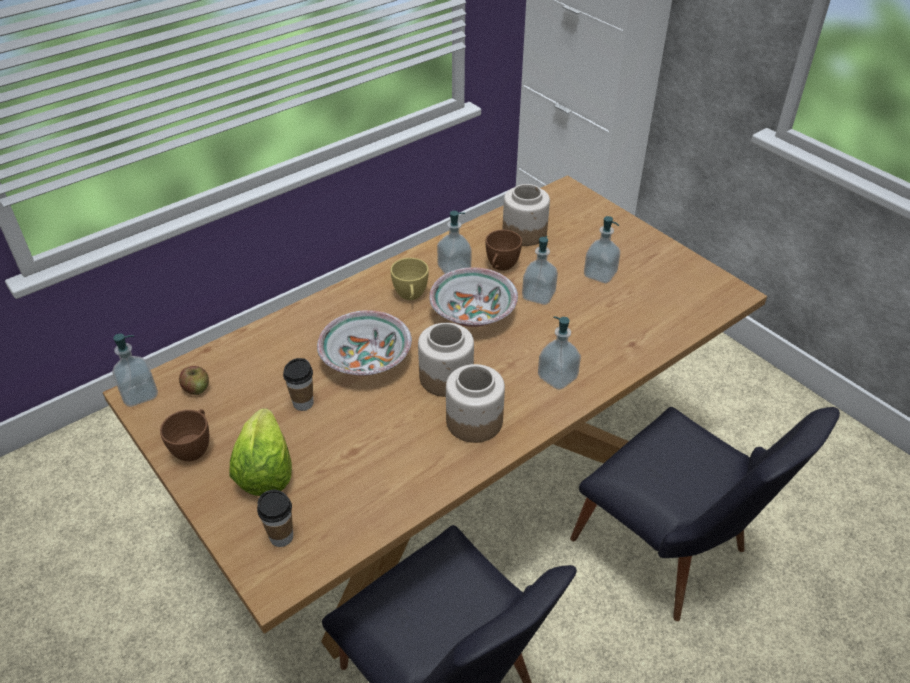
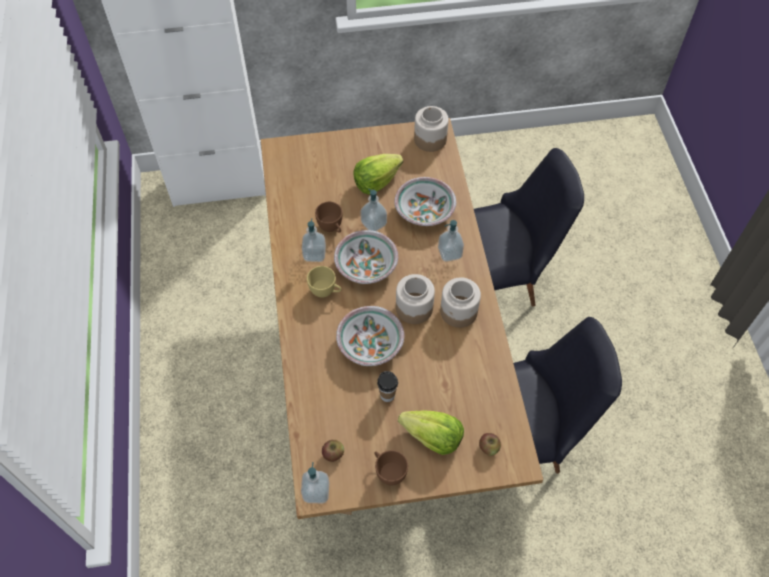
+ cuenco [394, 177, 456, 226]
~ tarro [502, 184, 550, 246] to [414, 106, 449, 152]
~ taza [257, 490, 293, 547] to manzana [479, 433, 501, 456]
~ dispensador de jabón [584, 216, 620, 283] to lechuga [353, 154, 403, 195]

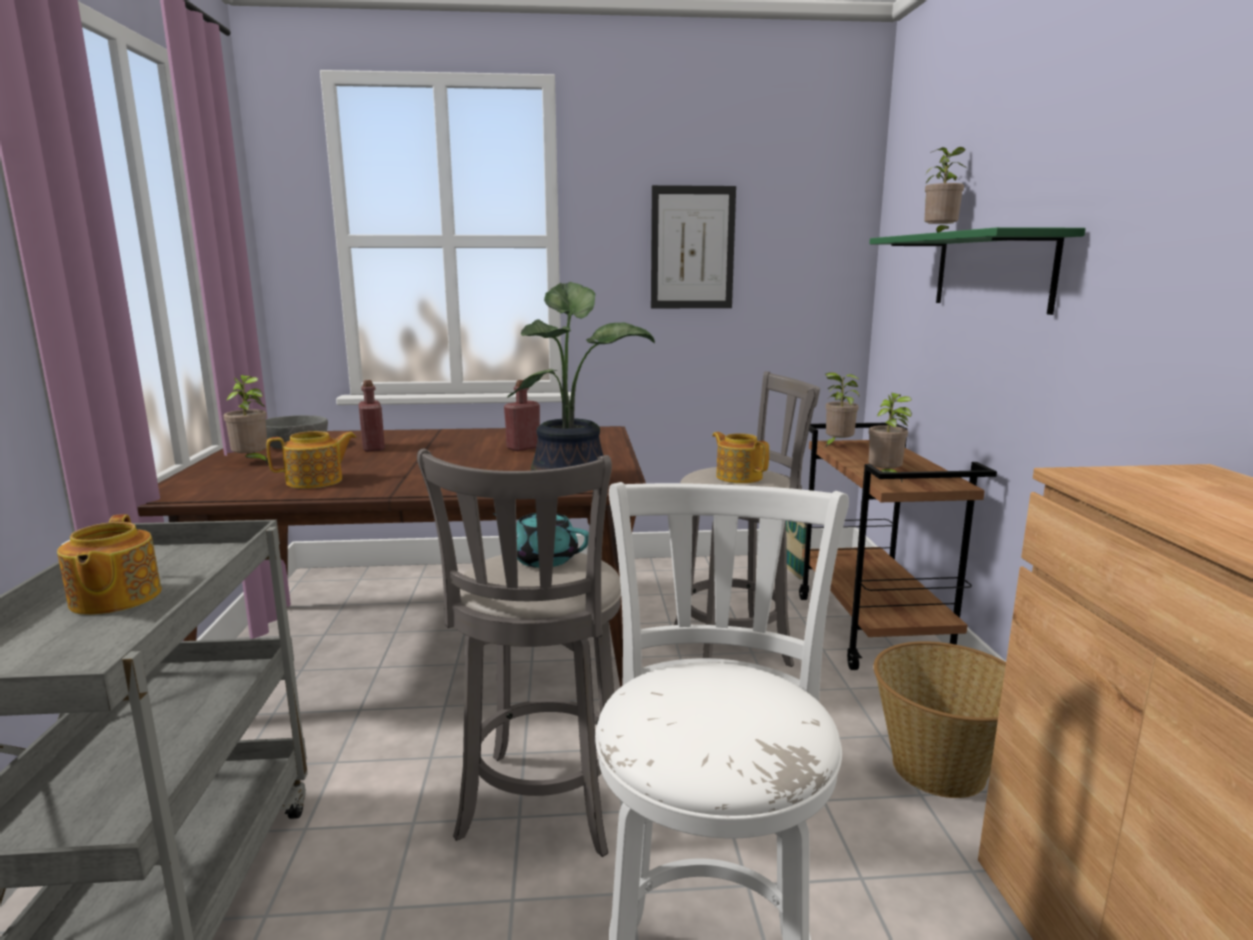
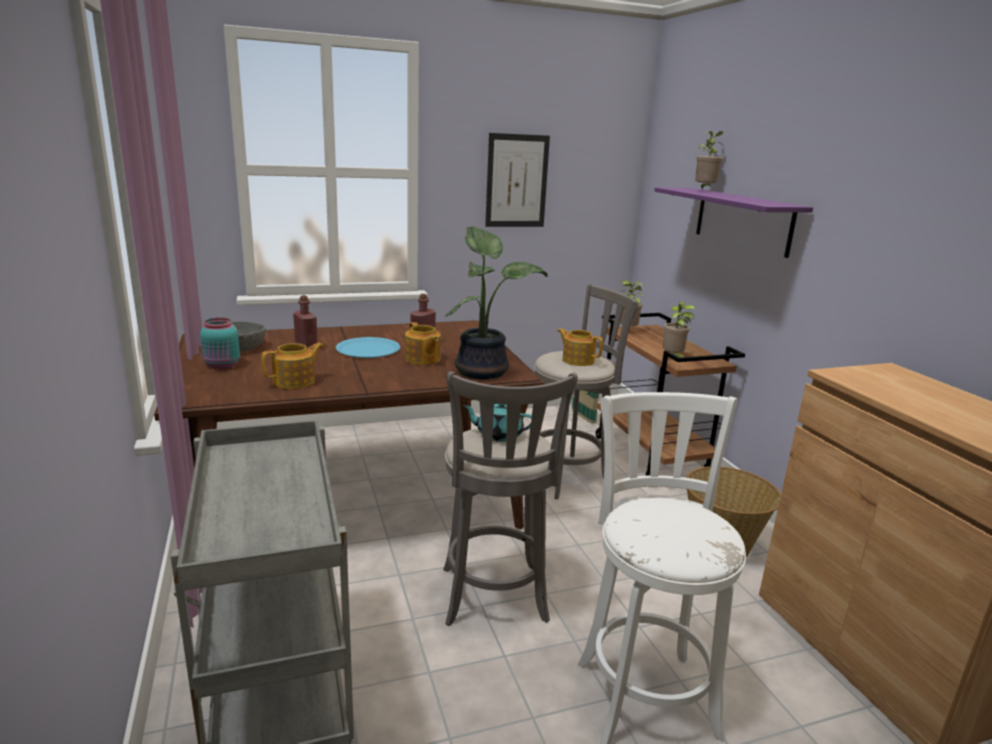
+ plato (azul) [336, 337, 400, 358]
~ tetera [57, 514, 162, 615] to [405, 322, 441, 365]
~ planta en maceta [224, 375, 268, 465] to tarro (turquesa) [200, 318, 240, 369]
~ estante (verde) [869, 227, 1086, 315] to estante (morado) [655, 187, 813, 258]

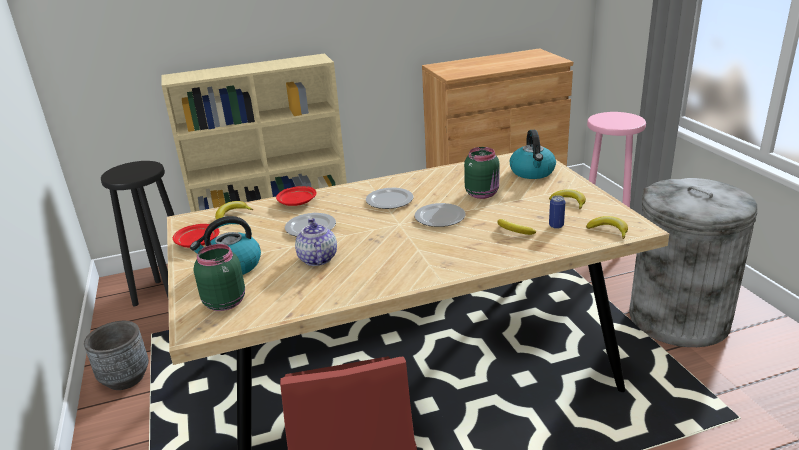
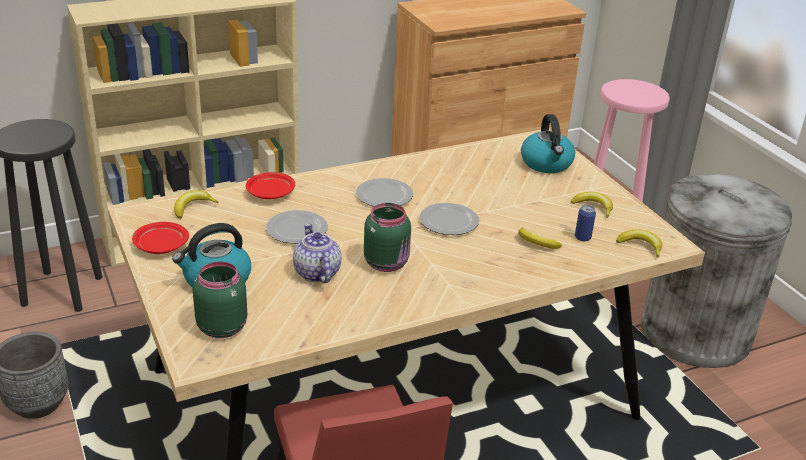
~ tarro (verde) [464, 147, 500, 199] to [364, 203, 411, 272]

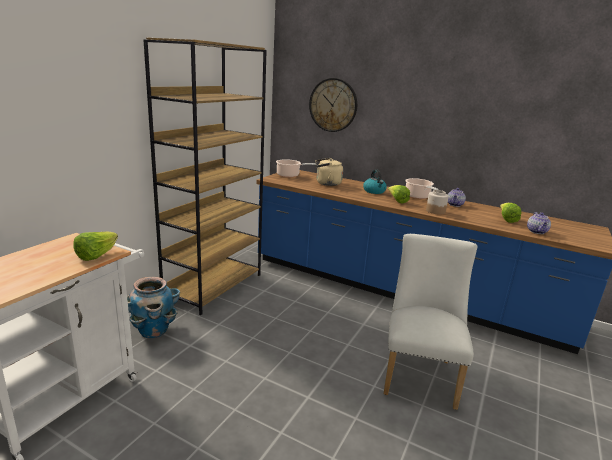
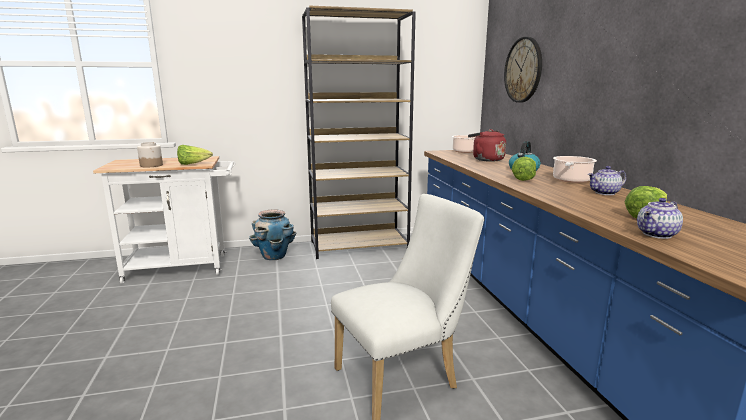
~ tarro [426, 190, 449, 215] to [137, 142, 163, 167]
~ hervidor (beis) [316, 158, 343, 186] to hervidor (rojo) [468, 129, 506, 162]

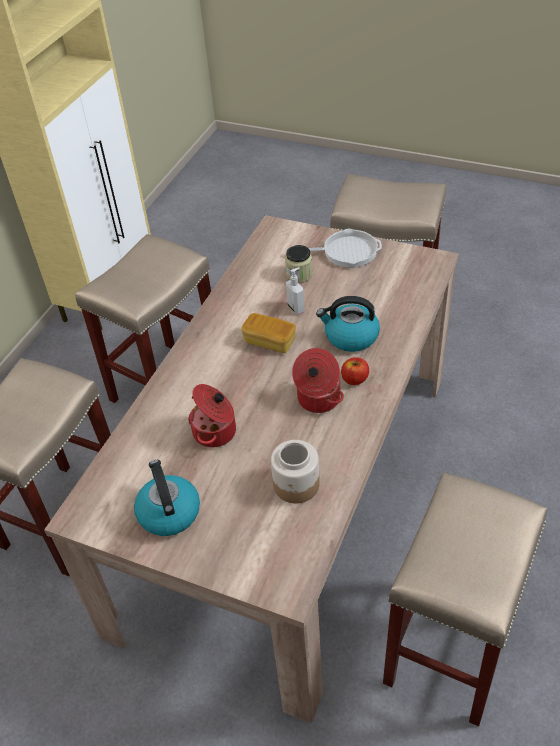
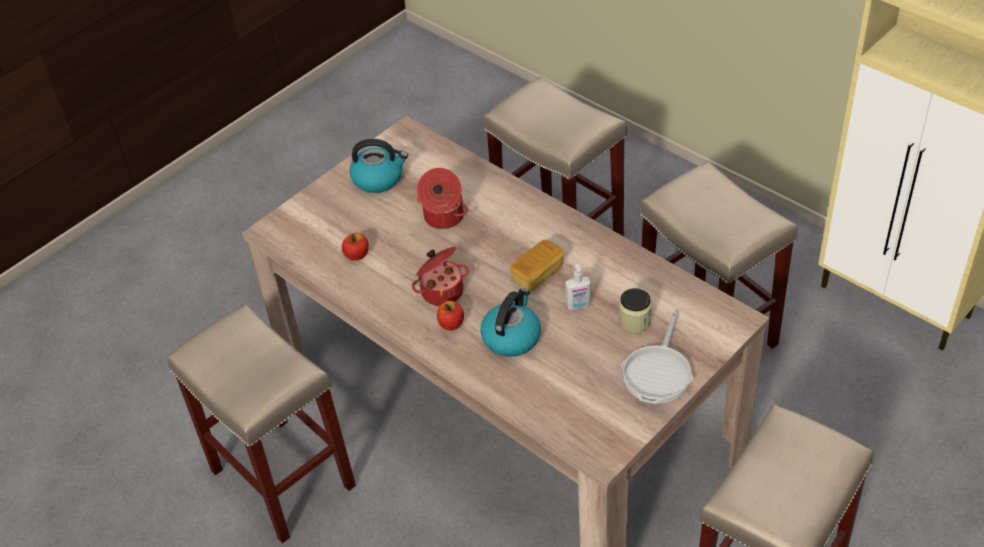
~ tarro [271, 440, 320, 503] to manzana [342, 233, 369, 261]

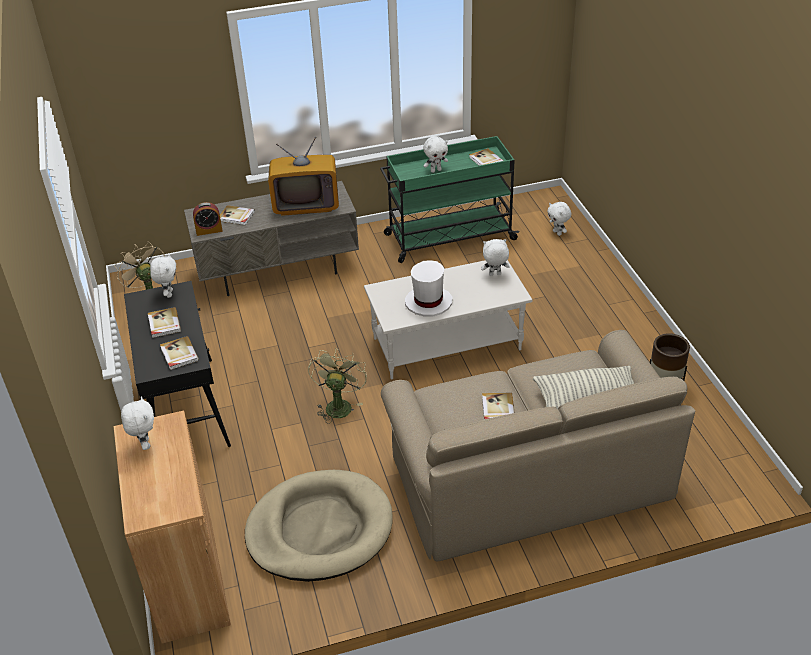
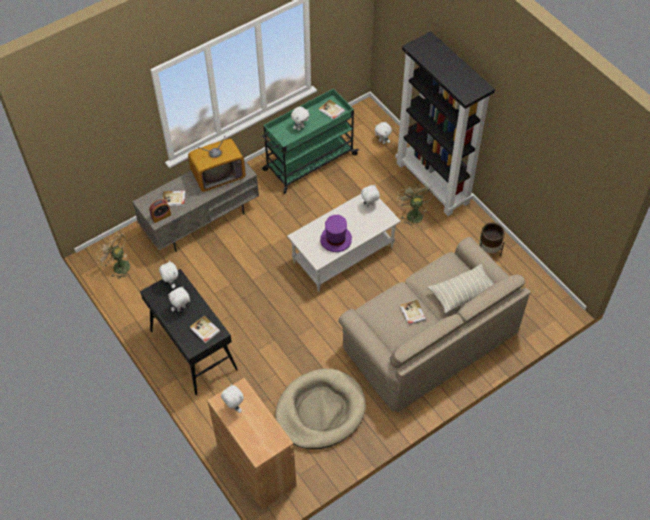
+ estantería (negro) [395, 31, 495, 216]
~ ventilador (verde) [308, 348, 367, 424] to [397, 183, 433, 228]
~ libro [148, 307, 181, 338] to peluche (blanco) [168, 286, 190, 311]
~ sombrero (blanco) [405, 260, 452, 316] to sombrero (morado) [320, 215, 352, 252]

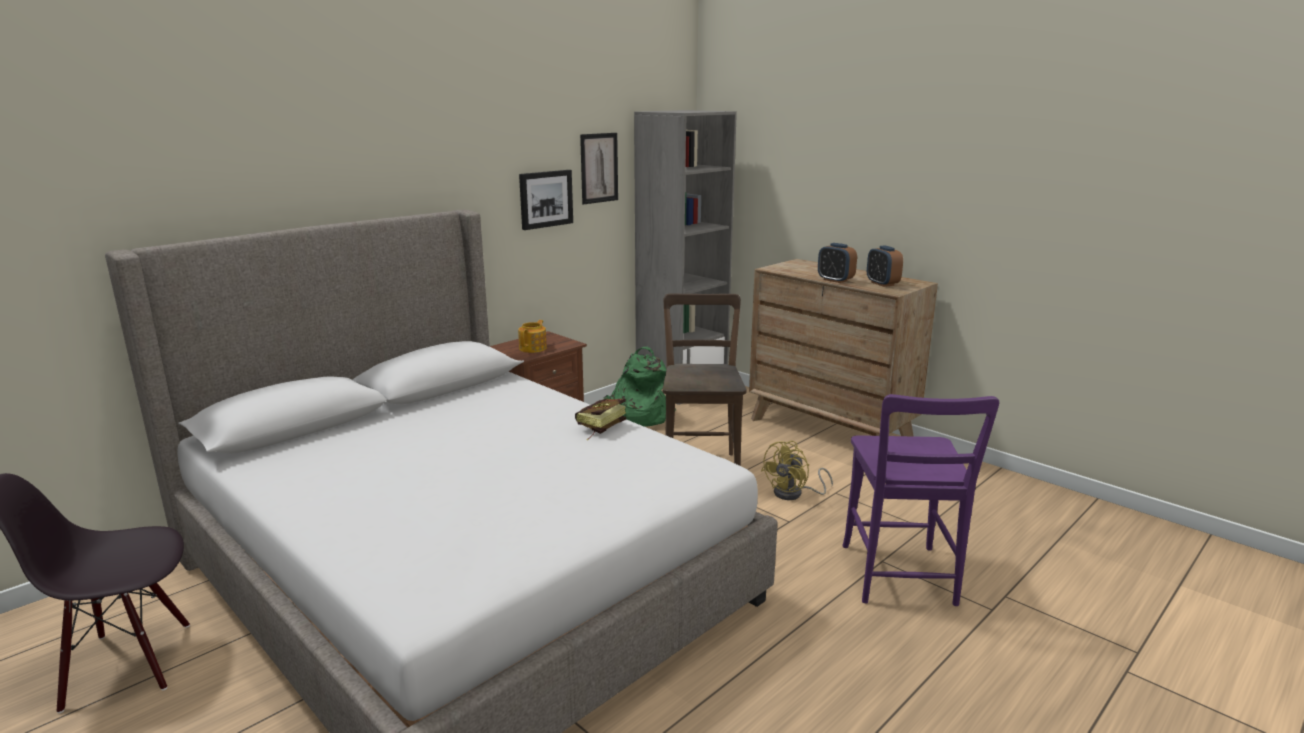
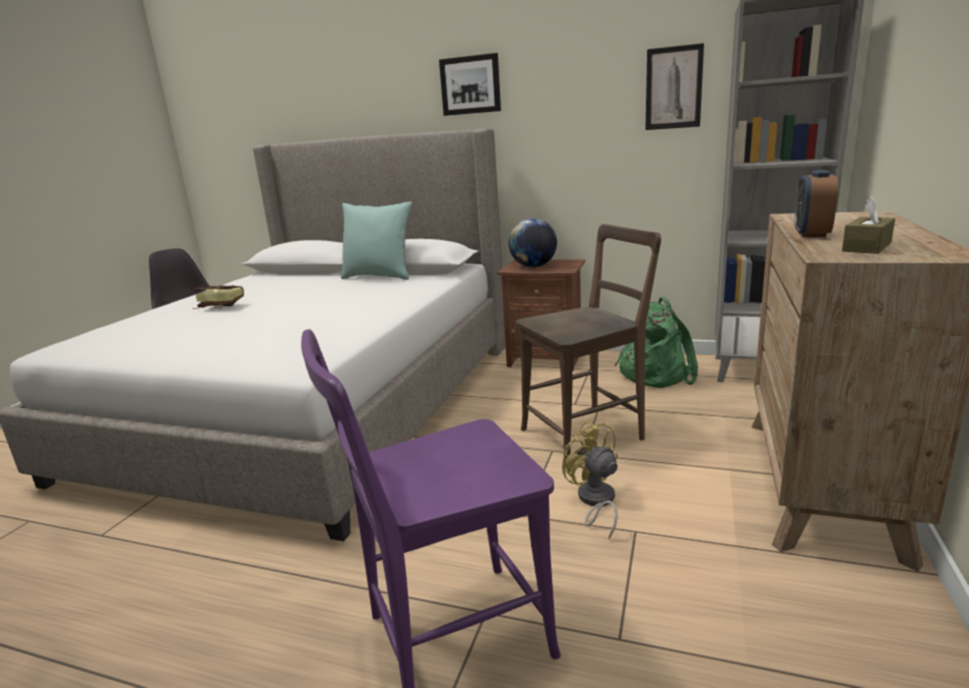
+ cojín (turquesa) [341, 202, 412, 280]
~ cuadro [519, 170, 573, 230] to [439, 53, 501, 116]
~ libro [575, 398, 626, 440] to [194, 285, 244, 309]
~ tetera [518, 320, 547, 353] to globo terráqueo [509, 218, 557, 267]
~ despertador [867, 245, 903, 287] to caja de pañuelos (marrón) [842, 196, 895, 254]
~ ventilador (amarillo) [761, 441, 833, 500] = [562, 421, 618, 539] 45 degrees clockwise

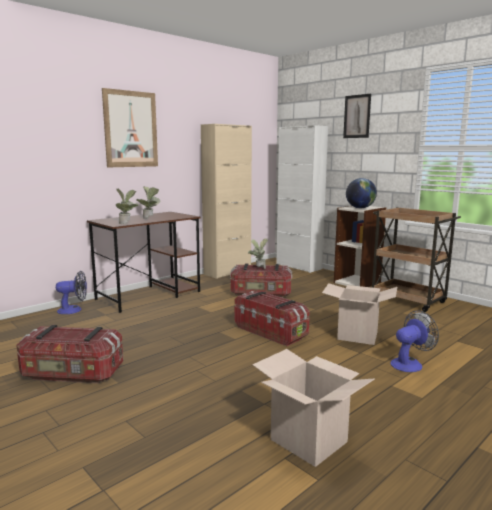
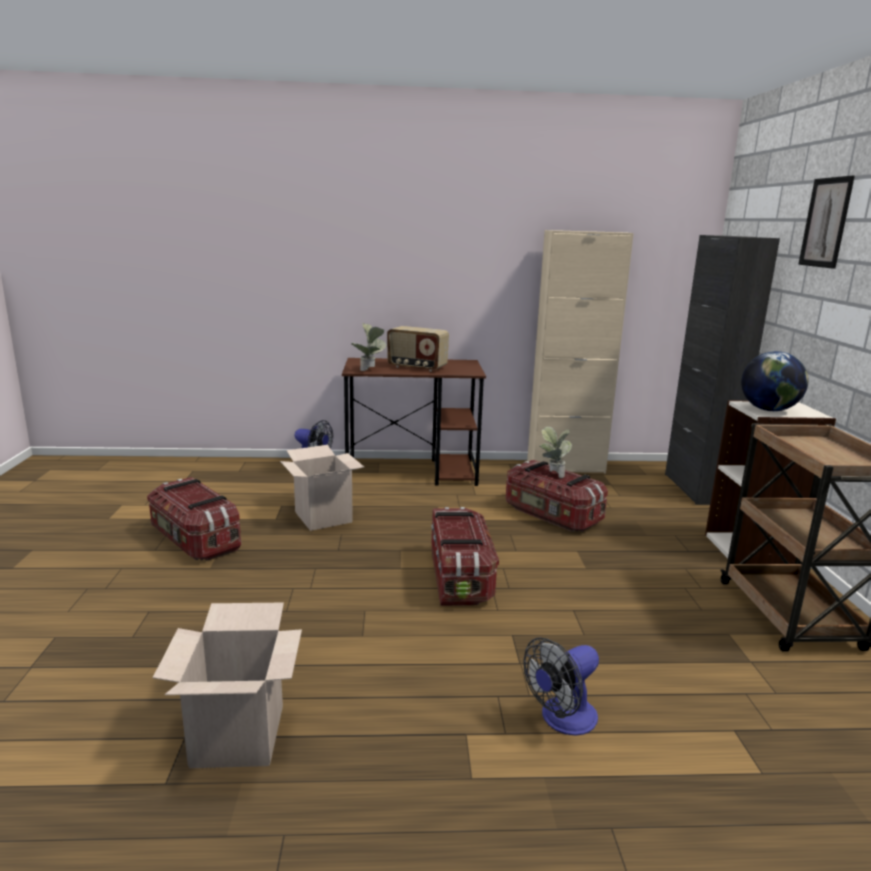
- cuadro [102, 88, 158, 167]
~ caja de cartón [322, 283, 397, 345] to [280, 445, 364, 531]
~ planta en maceta [136, 186, 160, 219] to radio [387, 326, 449, 372]
~ armario (blanco) [277, 125, 328, 273] to armario (negro) [665, 235, 780, 505]
~ ventilador [390, 310, 439, 372] = [523, 638, 599, 736] 135 degrees clockwise

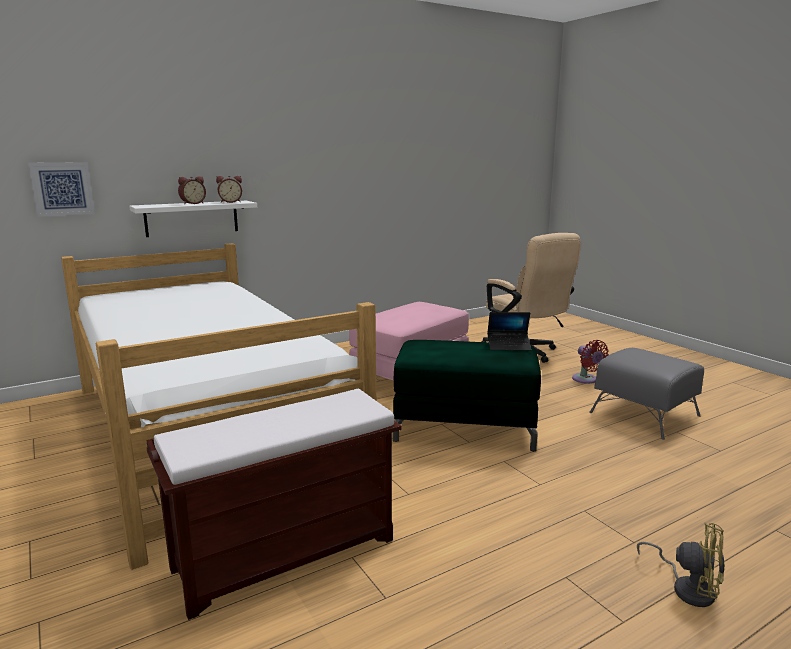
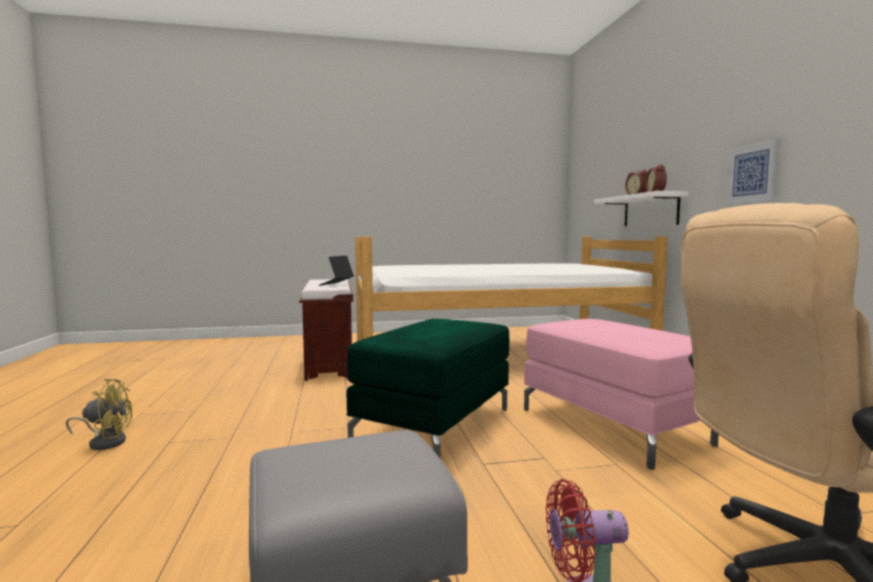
~ cuadro [29, 162, 95, 217] to [725, 138, 780, 204]
~ portátil [487, 312, 531, 351] to [319, 256, 354, 286]
~ ventilador (amarillo) [637, 523, 725, 607] = [66, 379, 132, 450] 150 degrees counterclockwise

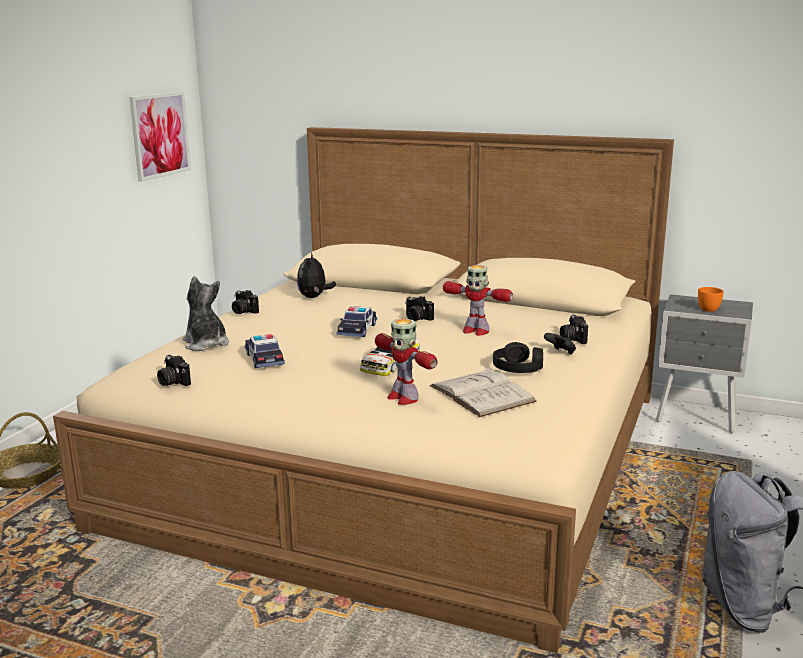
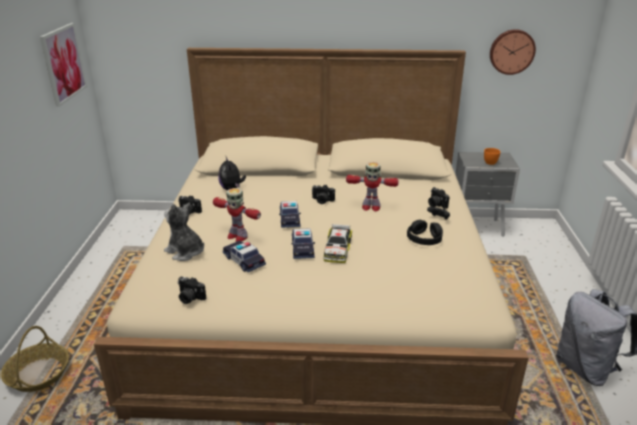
- libro (blanco) [430, 367, 537, 417]
+ coche de juguete [291, 228, 315, 259]
+ reloj de pared [490, 29, 536, 75]
~ robot de juguete [375, 319, 438, 405] to [213, 188, 261, 242]

